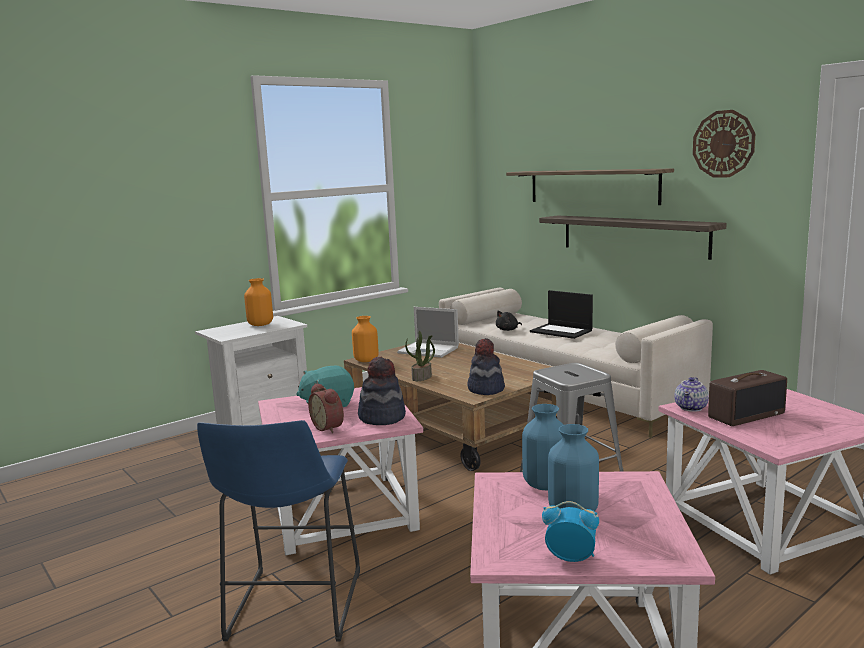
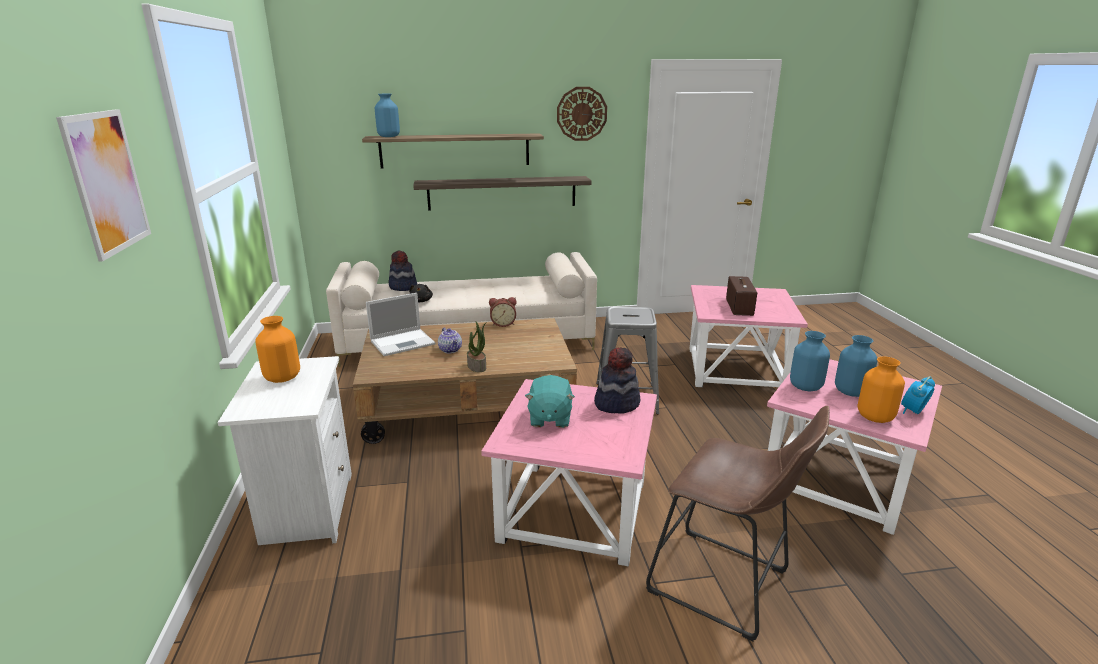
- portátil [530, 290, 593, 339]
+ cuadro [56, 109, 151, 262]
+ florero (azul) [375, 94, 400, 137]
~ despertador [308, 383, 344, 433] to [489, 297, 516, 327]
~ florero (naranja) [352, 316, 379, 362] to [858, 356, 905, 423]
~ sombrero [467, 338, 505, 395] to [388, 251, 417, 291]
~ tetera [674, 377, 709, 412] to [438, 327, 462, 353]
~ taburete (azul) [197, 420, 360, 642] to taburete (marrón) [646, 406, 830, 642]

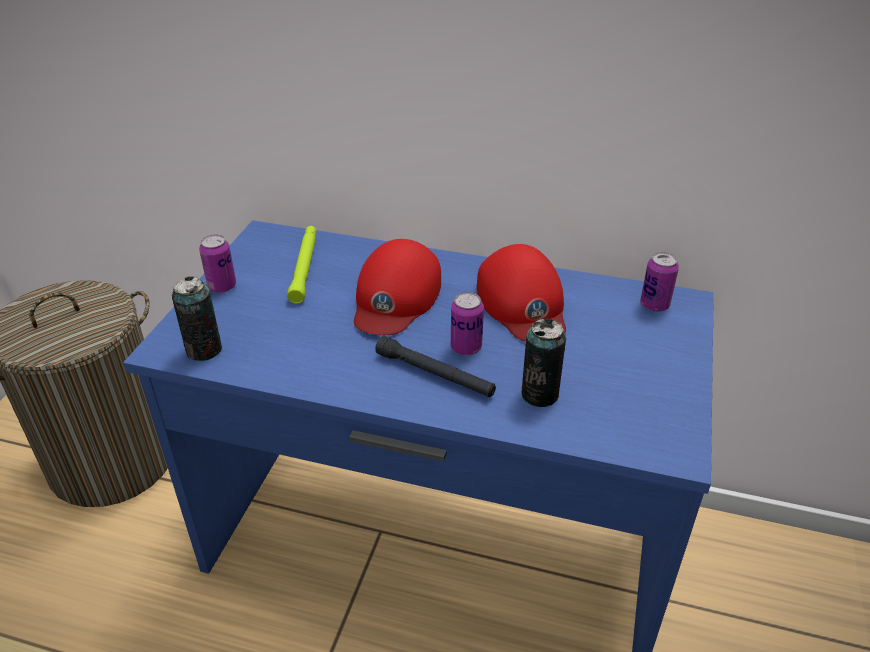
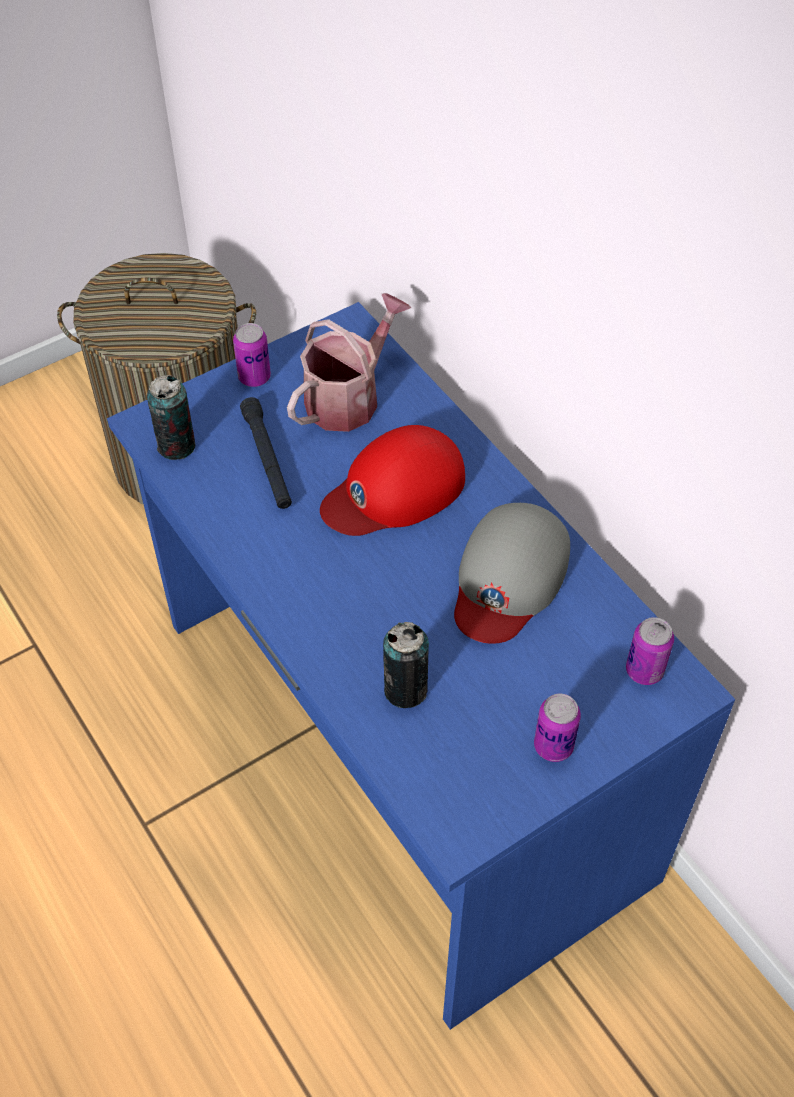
~ linterna (negro) [375, 336, 496, 397] to [240, 397, 292, 509]
~ lata [451, 292, 484, 355] to [534, 694, 581, 762]
~ linterna (verde) [287, 226, 317, 303] to regadera [287, 293, 411, 432]
~ gorra (rojo) [477, 244, 566, 342] to gorra (gris) [454, 503, 570, 644]

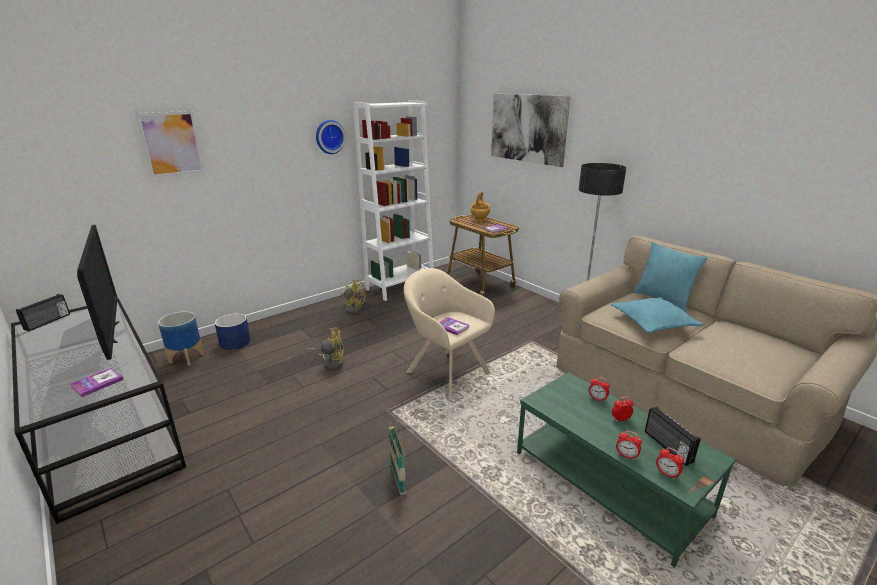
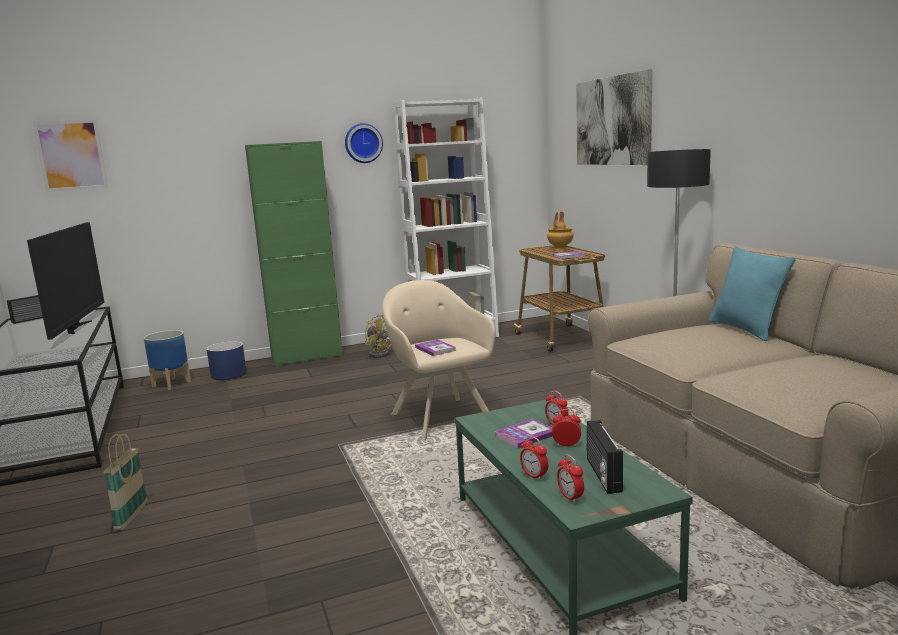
- ventilador (amarillo) [304, 327, 344, 370]
- cojín (turquesa) [611, 297, 704, 333]
+ armario (verde) [245, 141, 343, 367]
~ libro [71, 368, 124, 397] to [495, 419, 553, 449]
~ cuadro [136, 111, 205, 178] to [33, 119, 108, 192]
~ cesta [389, 420, 406, 495] to [103, 433, 147, 530]

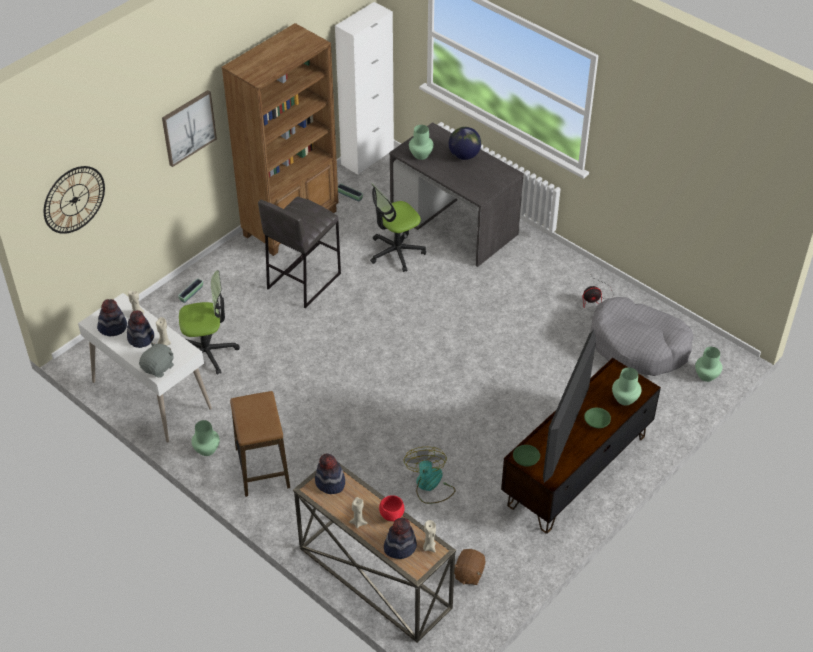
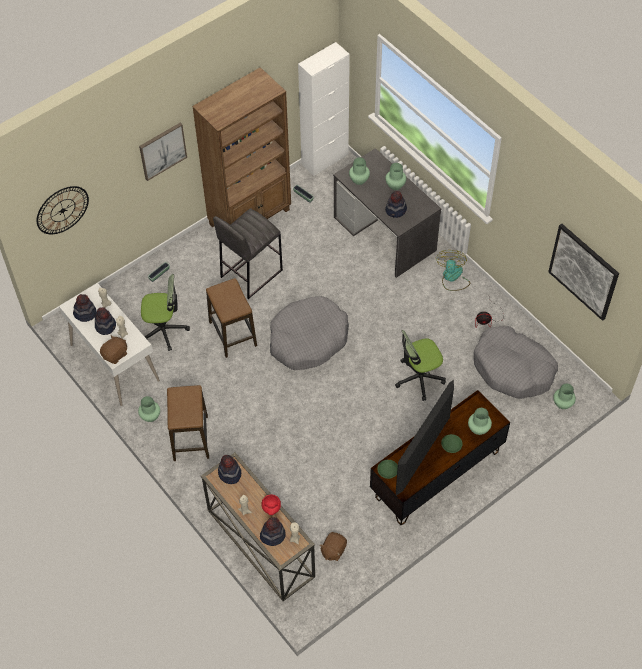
+ taburete [206, 278, 257, 358]
+ cama para perro (gris) [270, 296, 349, 370]
+ sombrero [385, 191, 407, 218]
+ cuadro [548, 224, 619, 321]
~ silla de oficina [370, 183, 426, 272] to [395, 330, 446, 401]
~ ventilador [404, 447, 455, 504] to [436, 250, 470, 291]
~ globo terráqueo [449, 127, 481, 160] to florero (verde) [385, 163, 406, 190]
~ peluche (gris) [139, 342, 174, 378] to peluche (marrón) [100, 335, 127, 364]

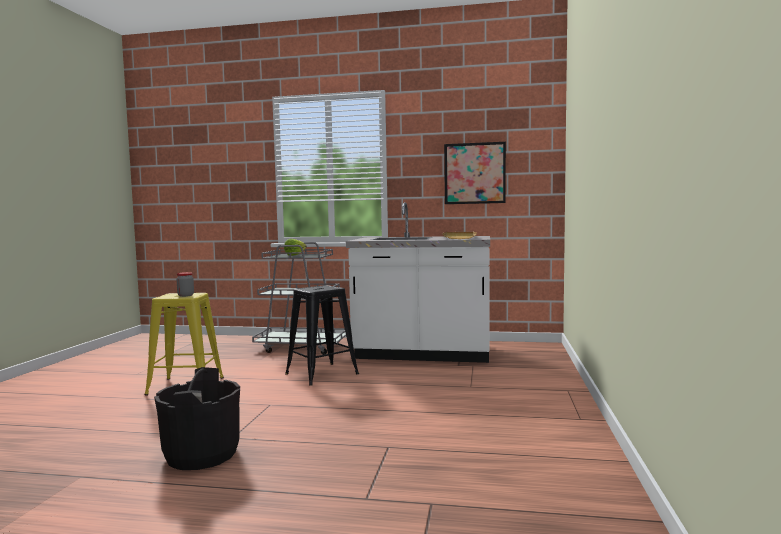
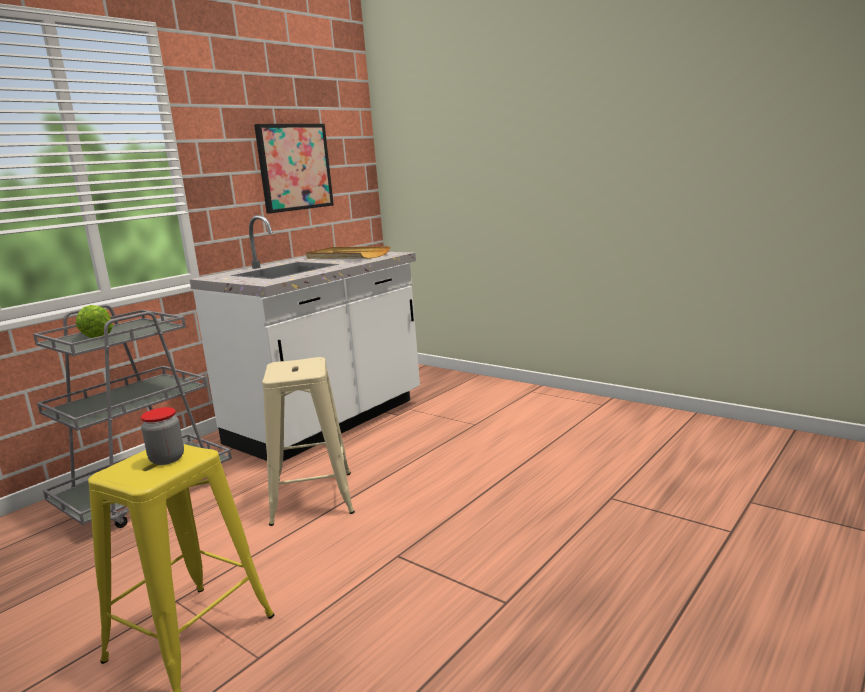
- cubo (negro) [154, 367, 240, 470]
~ taburete (negro) [285, 285, 359, 386] to taburete (beis) [262, 357, 355, 526]

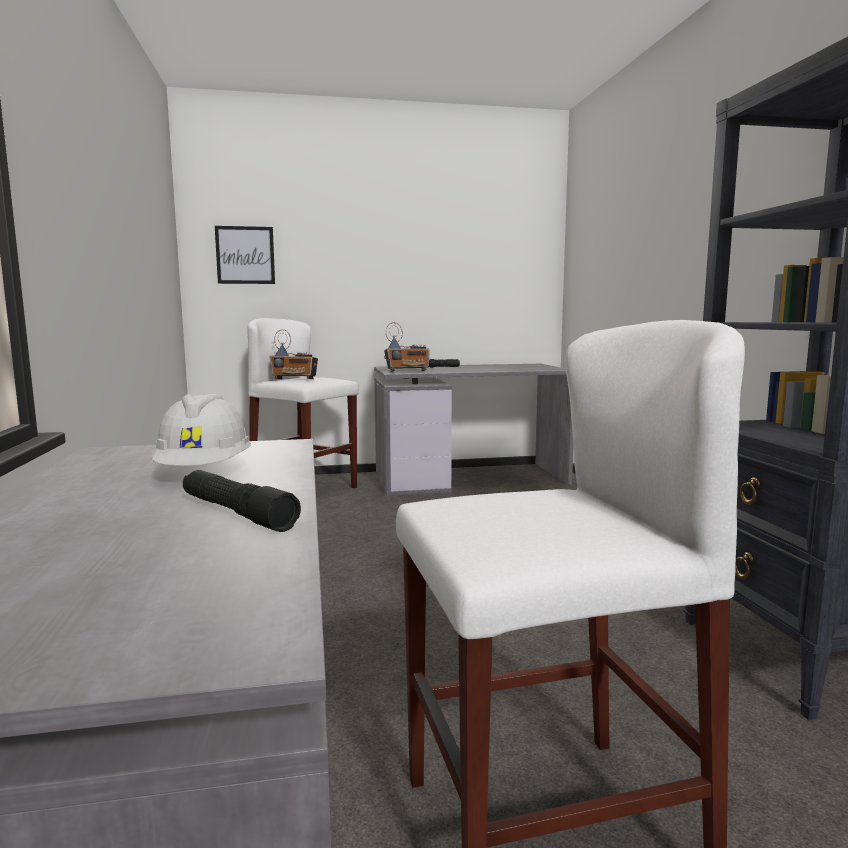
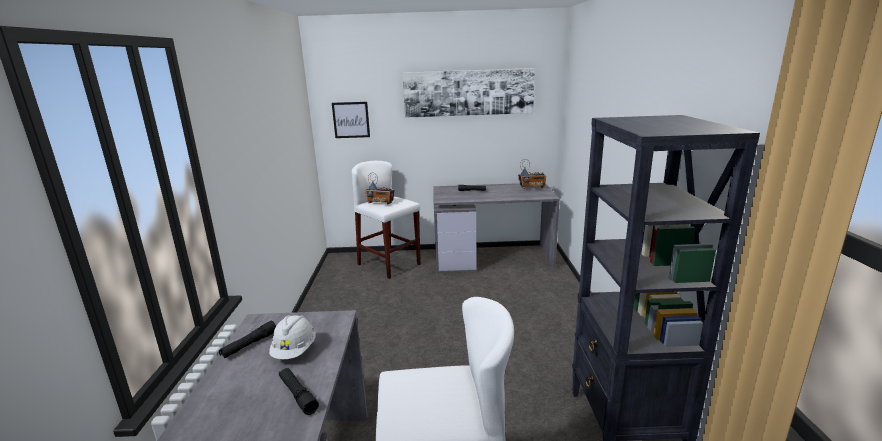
+ linterna (negro) [219, 321, 276, 358]
+ cuadro [403, 68, 535, 118]
~ radio [384, 322, 430, 372] to [518, 159, 546, 189]

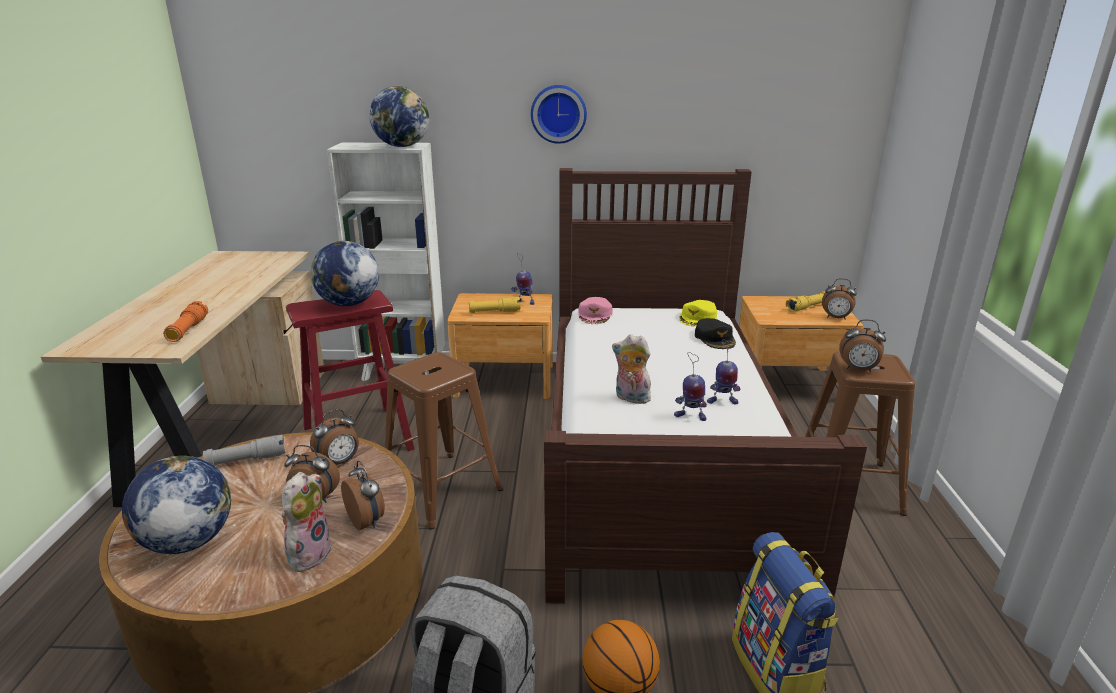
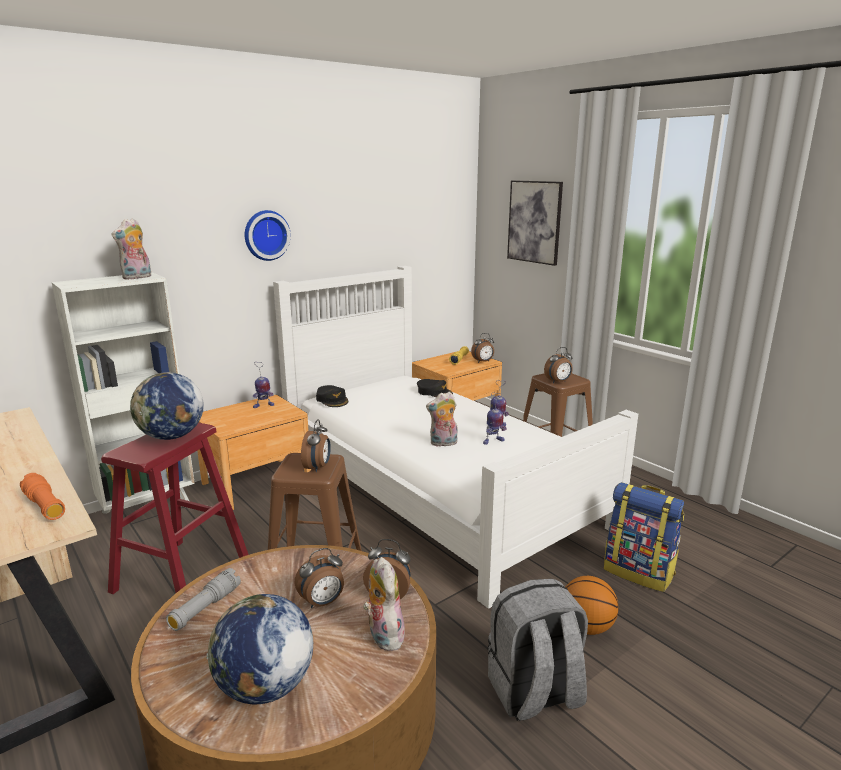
- linterna (amarillo) [469, 297, 520, 313]
- gorra (amarillo) [679, 300, 717, 327]
+ cuadro [507, 180, 563, 266]
~ despertador [310, 409, 359, 465] to [301, 419, 331, 472]
~ globo terráqueo [369, 86, 429, 147] to peluche [112, 218, 151, 280]
~ cama (marrón) [544, 168, 867, 604] to cama (blanco) [273, 266, 638, 609]
~ gorra (rosa) [578, 297, 613, 324] to gorra (negro) [316, 385, 348, 407]

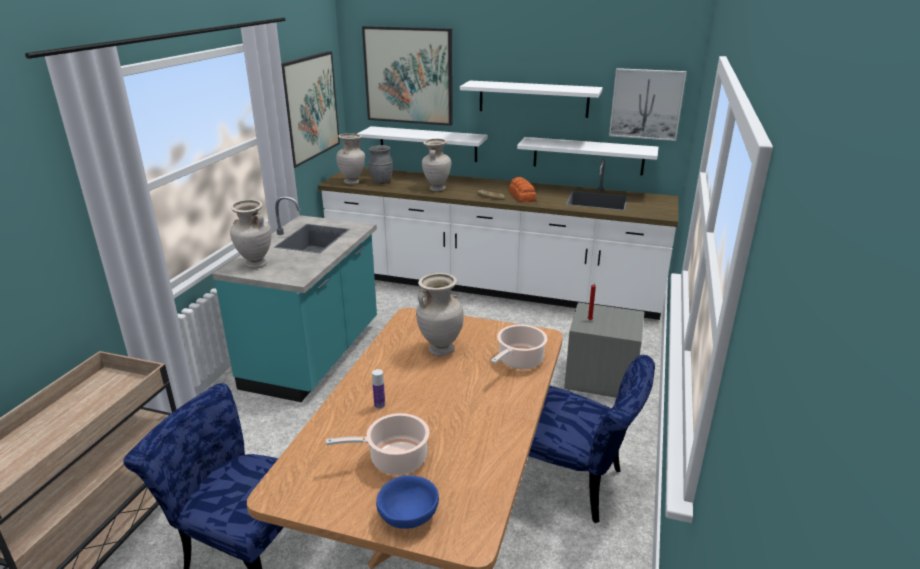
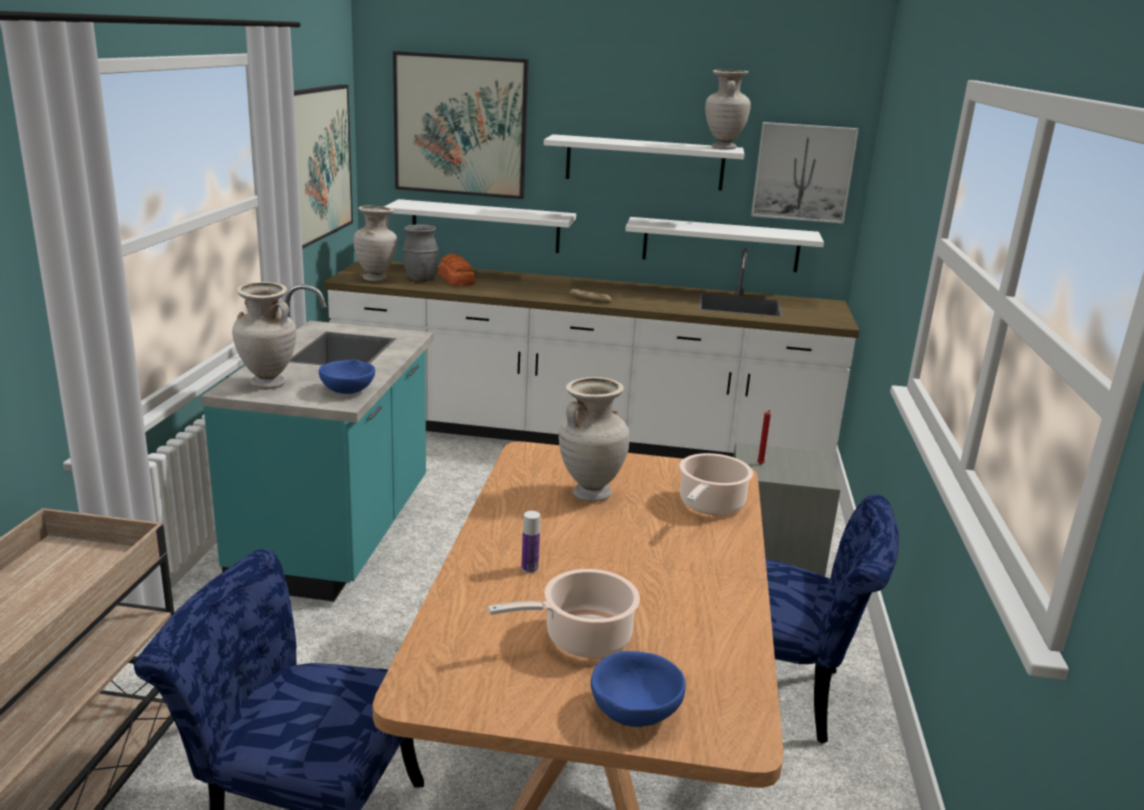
+ cuenco (azul) [319, 360, 375, 394]
~ florero (beis) [422, 139, 451, 192] to [705, 69, 751, 150]
~ pan [508, 177, 537, 202] to [438, 254, 476, 286]

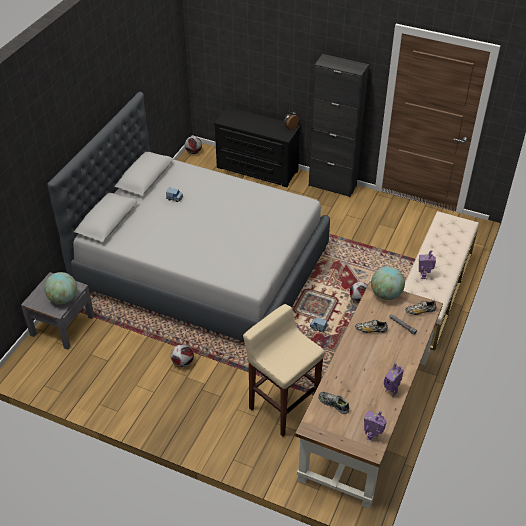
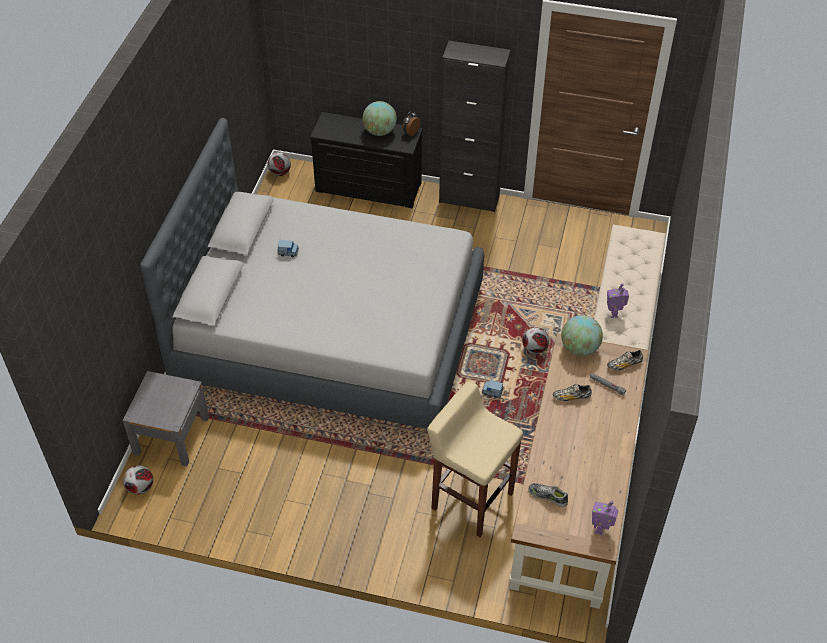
- robot de juguete [384, 363, 404, 397]
~ globo terráqueo [44, 272, 77, 304] to [362, 101, 397, 136]
~ balón de fútbol [171, 344, 194, 367] to [123, 465, 153, 495]

